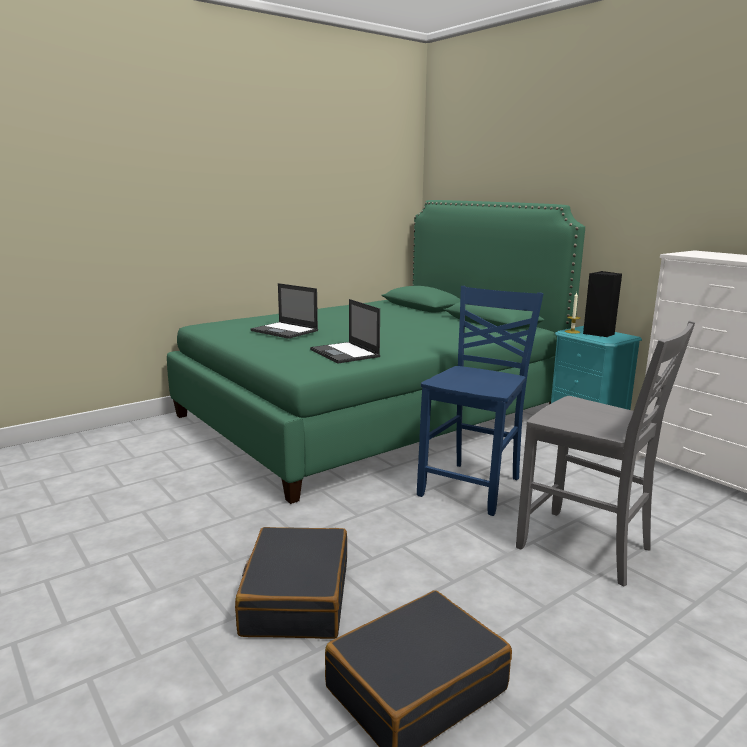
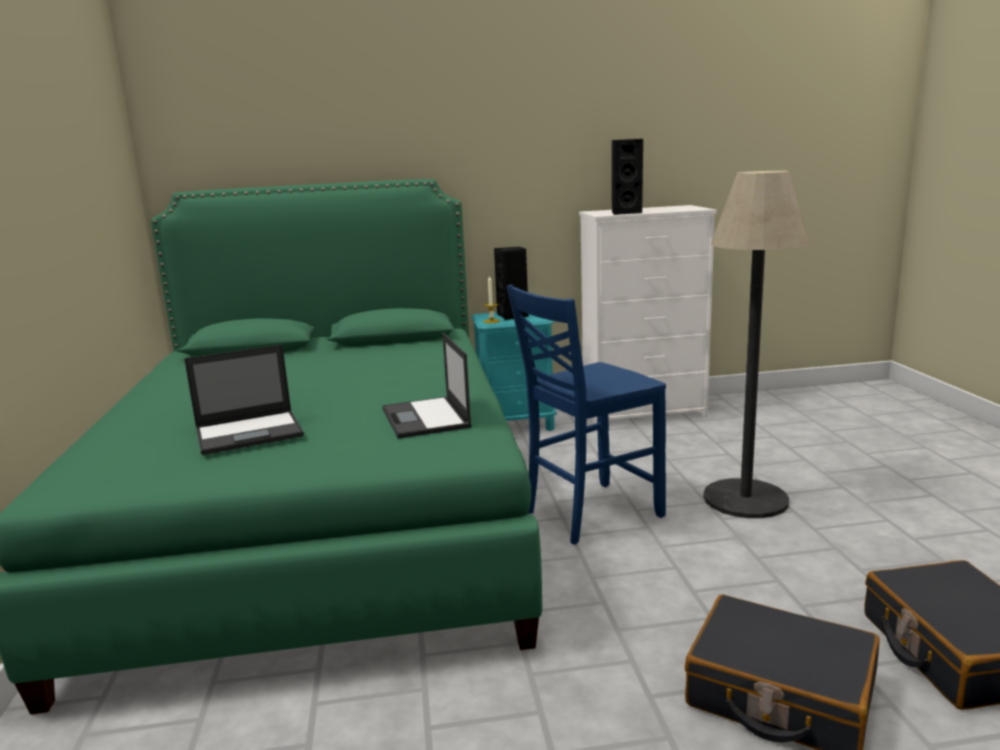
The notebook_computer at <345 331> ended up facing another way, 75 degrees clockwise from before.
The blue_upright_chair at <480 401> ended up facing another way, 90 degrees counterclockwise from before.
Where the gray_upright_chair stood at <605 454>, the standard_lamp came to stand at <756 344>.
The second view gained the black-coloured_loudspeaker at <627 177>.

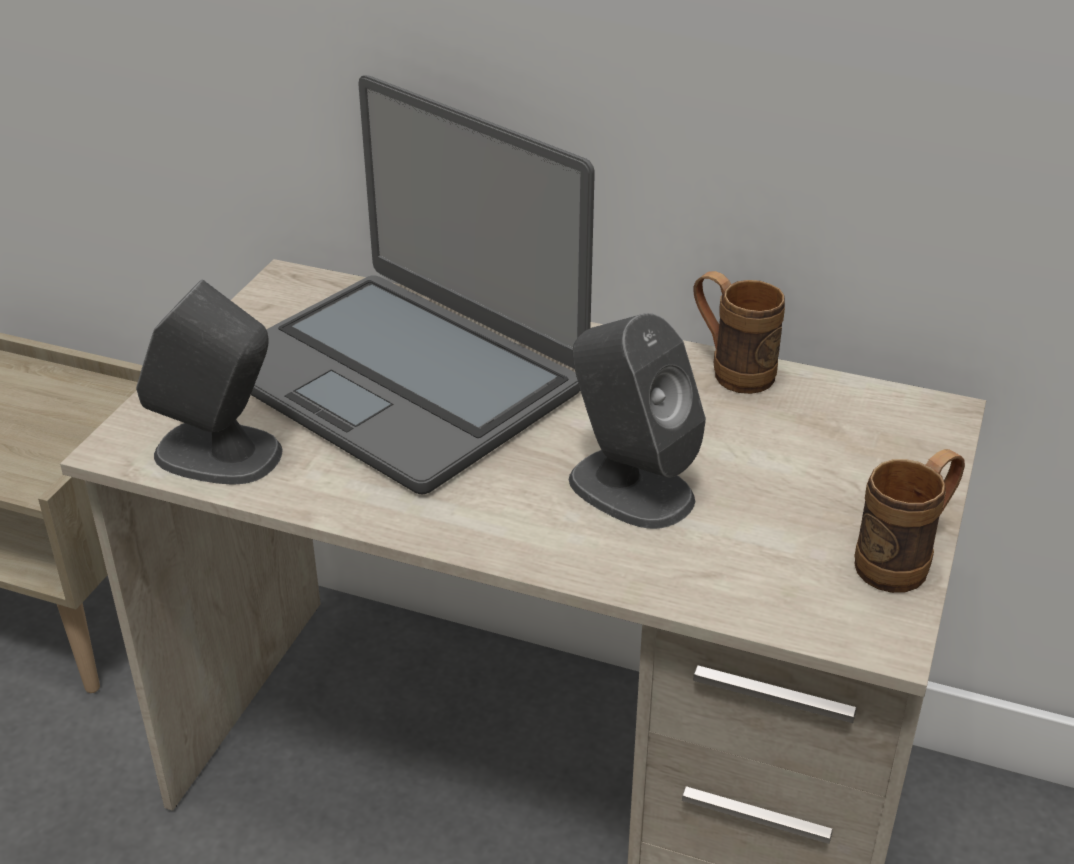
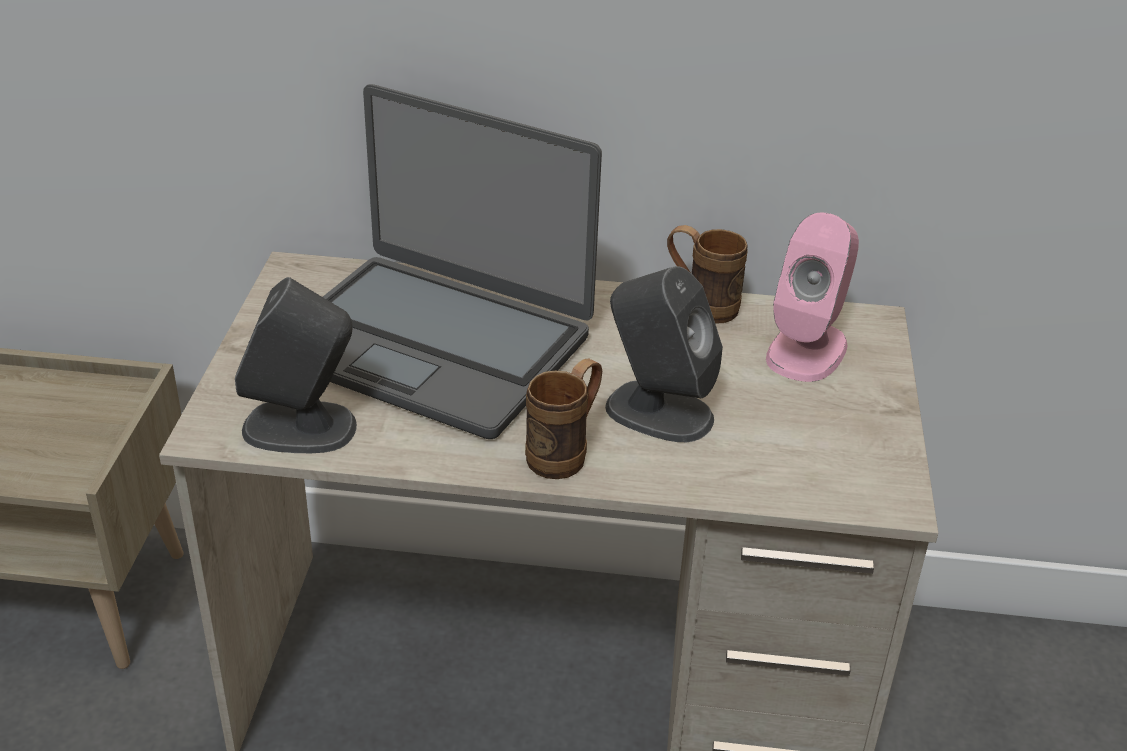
The brown-coloured_tea_mug ended up elsewhere, having gone from <909 521> to <563 419>.
The second view gained the pinkish_loudspeaker at <812 297>.

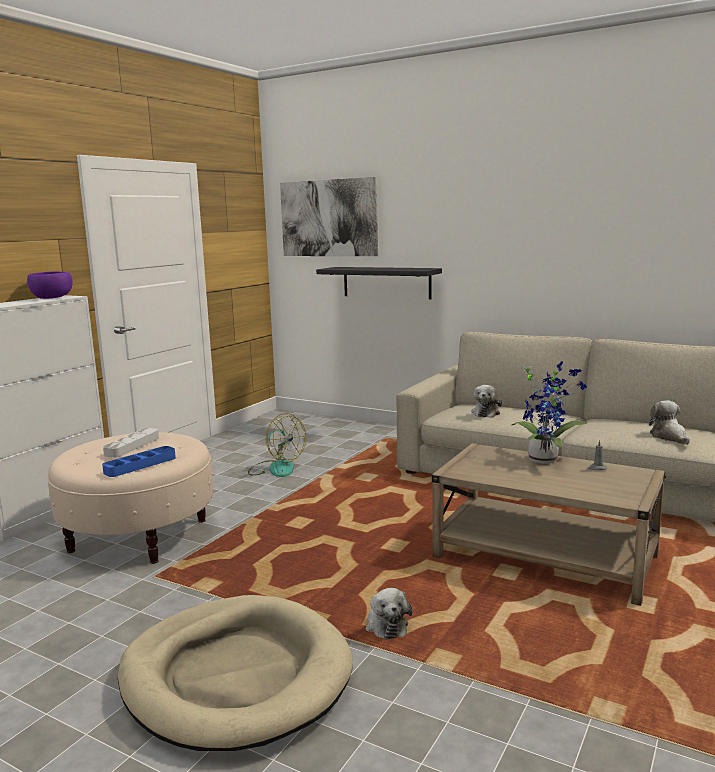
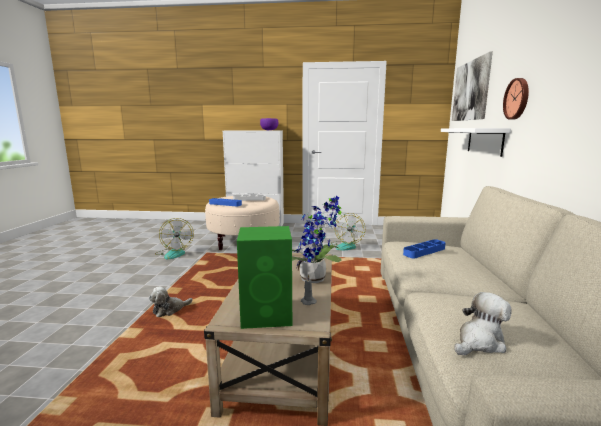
The second view lost the beige-coloured_dog_bed at <235 673>.
What was the black-coloured_wall_shelf at <379 283> turned into the white_wall_shelf at <476 142>.
Where the cuddly_toy stood at <487 401>, the blue_carrying_tray came to stand at <424 248>.
The second view gained the electric_fan at <174 238>.
The second view gained the green-coloured_loudspeaker at <264 277>.
The second view gained the clock_on_the_wall at <516 98>.

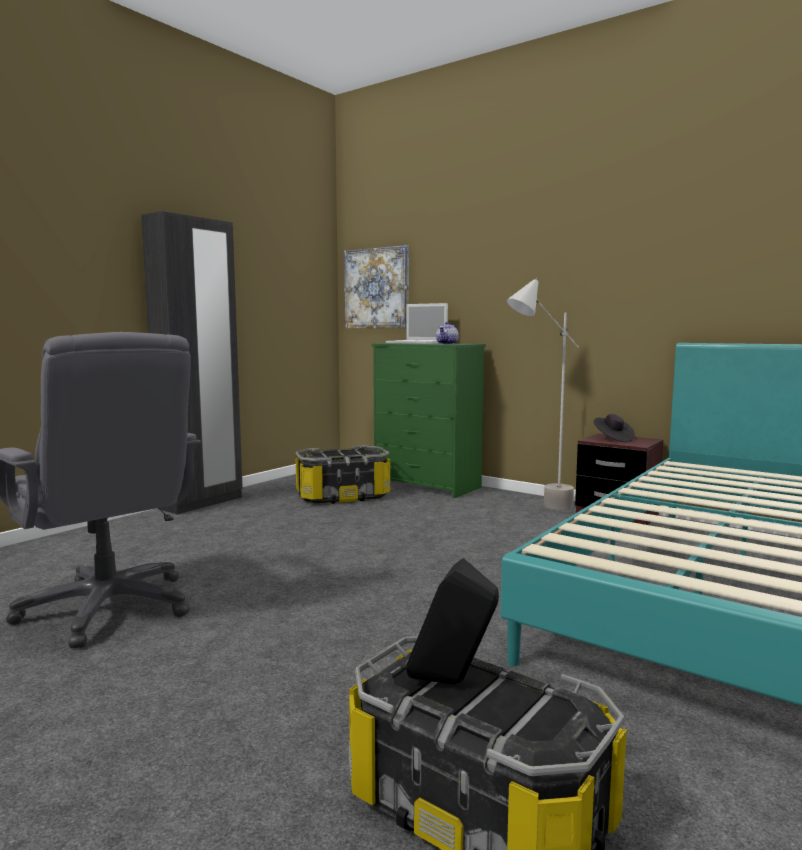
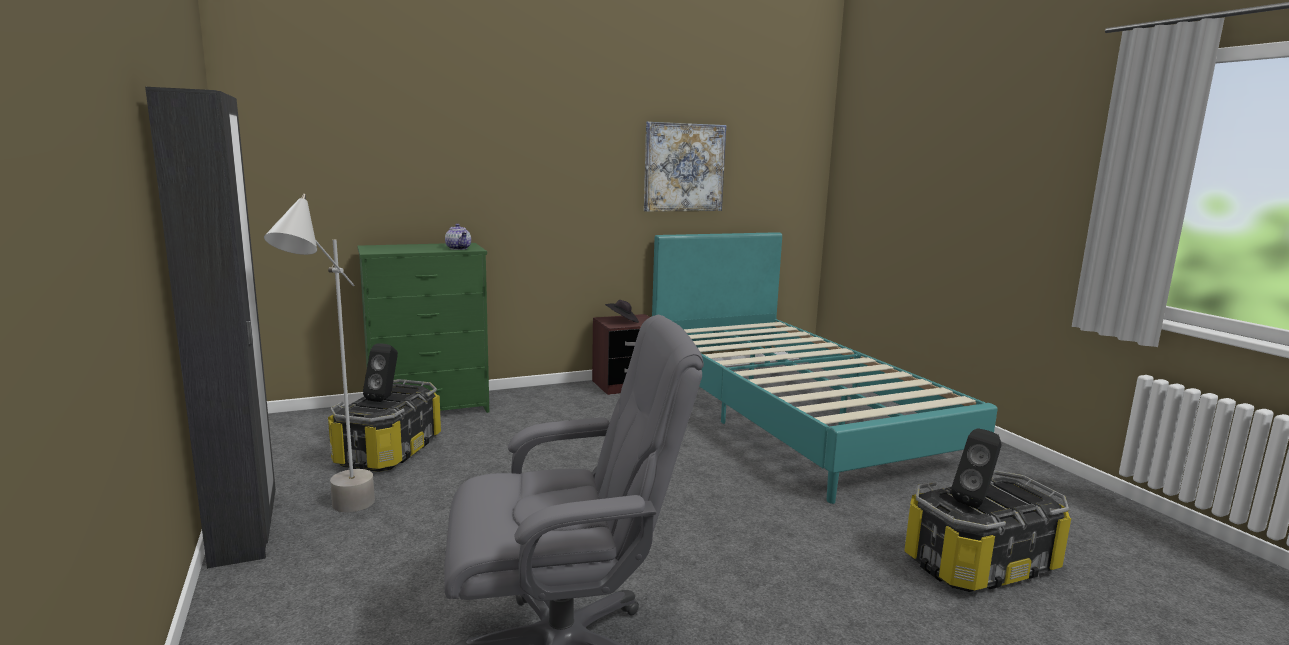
The picture ended up elsewhere, having gone from <376 286> to <685 167>.
The second view lost the notebook_computer at <417 323>.
The gray_standard_lamp ended up elsewhere, having gone from <542 393> to <319 353>.
The second view gained the black-coloured_loudspeaker at <380 373>.

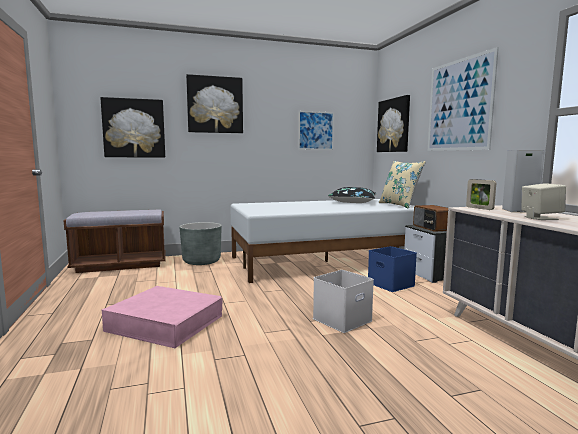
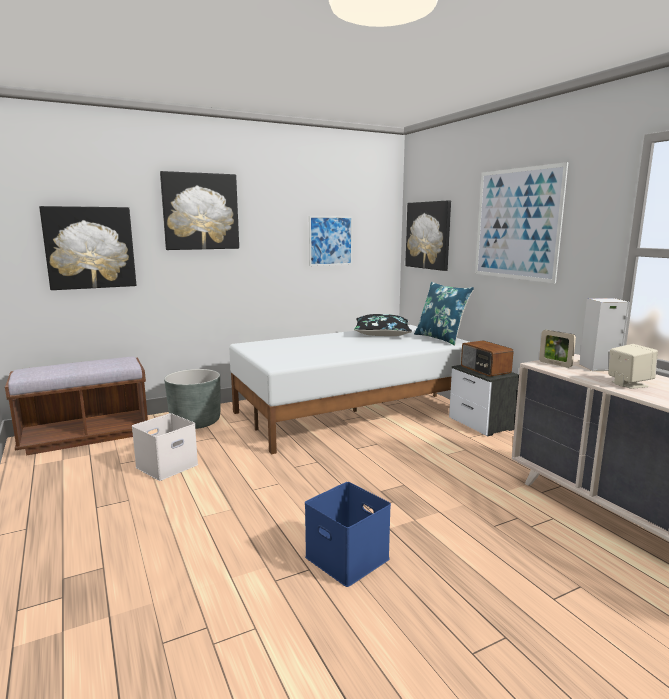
The second view lost the pinkish_storage_container at <162 317>.
The white_storage_container ended up elsewhere, having gone from <343 301> to <165 447>.
The blue_storage_container ended up elsewhere, having gone from <392 269> to <348 534>.
What was the beige-coloured_cushion at <402 185> turned into the blue_cushion at <444 313>.

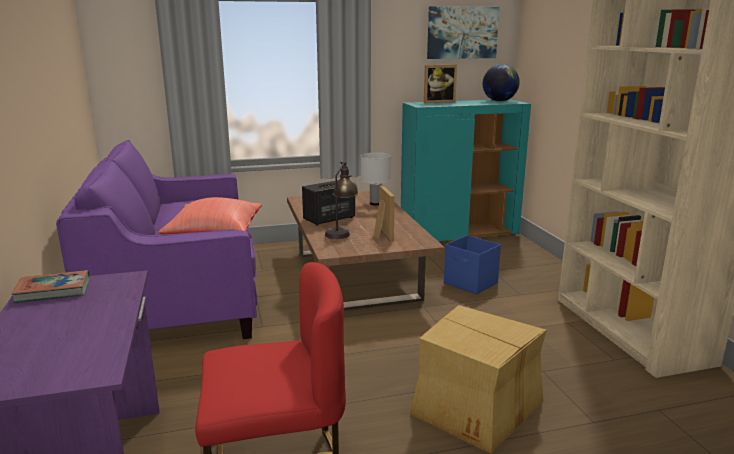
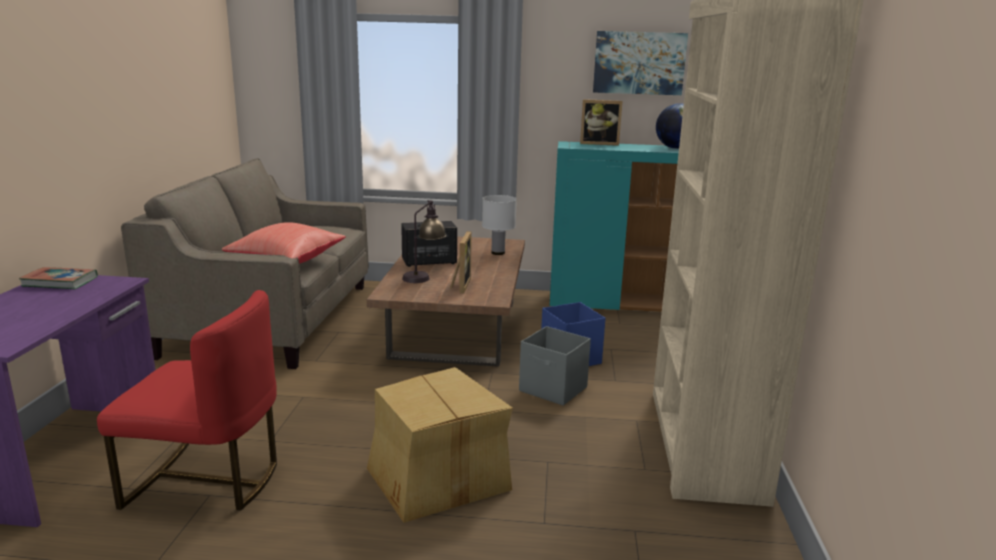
What was the purple_settee at <156 239> turned into the beige-coloured_settee at <245 263>.
The second view gained the gray_storage_container at <555 366>.

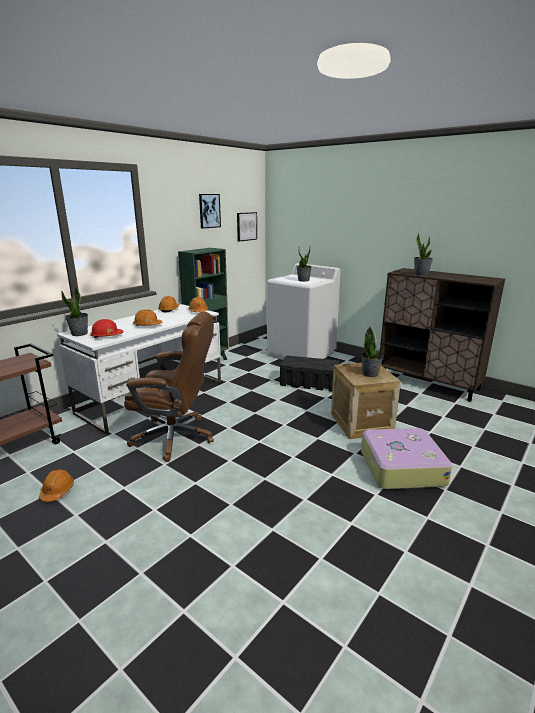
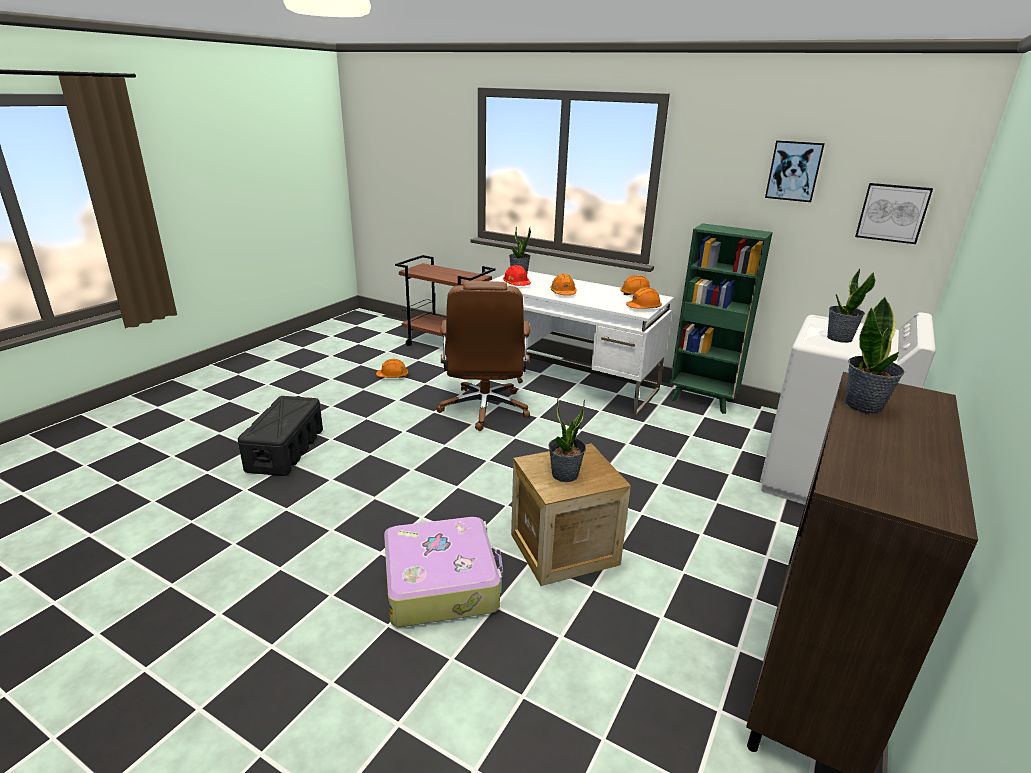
The black-coloured_storage_container ended up elsewhere, having gone from <309 373> to <280 436>.

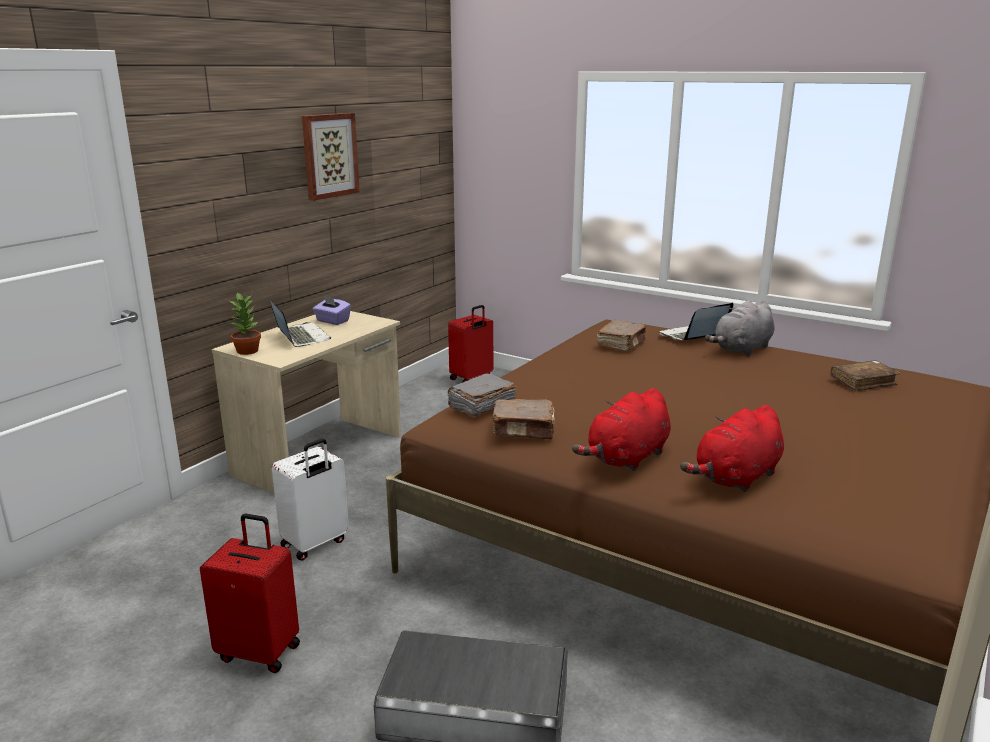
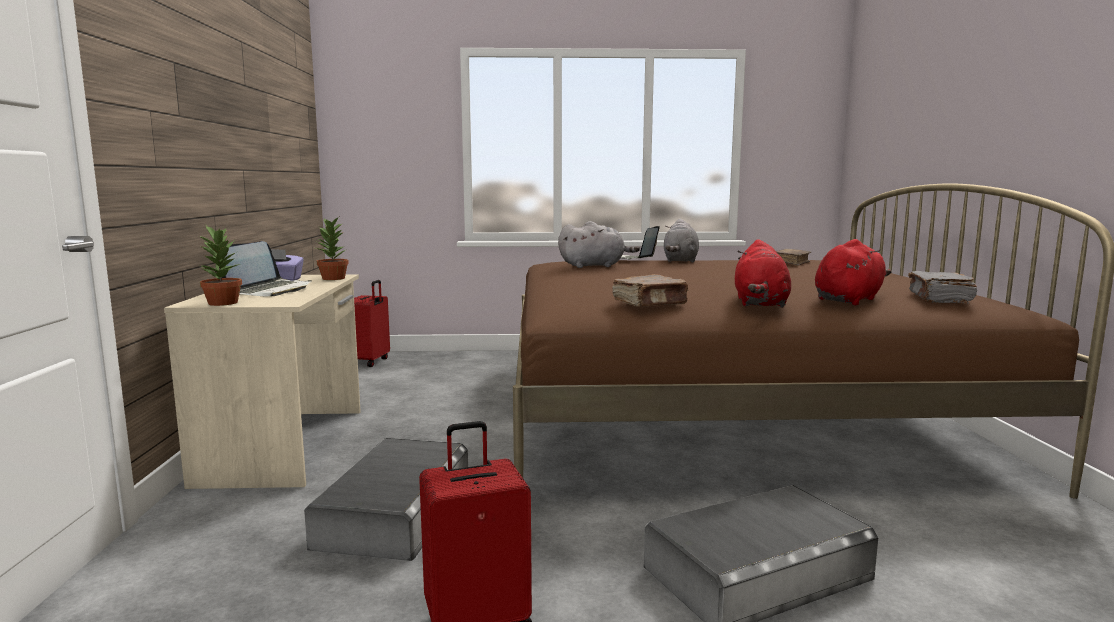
The notebook_computer at <300 323> ended up facing another way, 90 degrees clockwise from before.
Where the white_travel_case stood at <310 500>, the gray_storage_container came to stand at <386 499>.
The second view lost the picture at <331 157>.
The gray_volume ended up elsewhere, having gone from <481 395> to <943 287>.
Where the brown-coloured_volume stood at <621 335>, the gray_cuddly_toy came to stand at <599 244>.
The red-coloured_cuddly_toy at <732 448> ended up facing another way, 150 degrees counterclockwise from before.
The second view gained the houseplant at <332 248>.

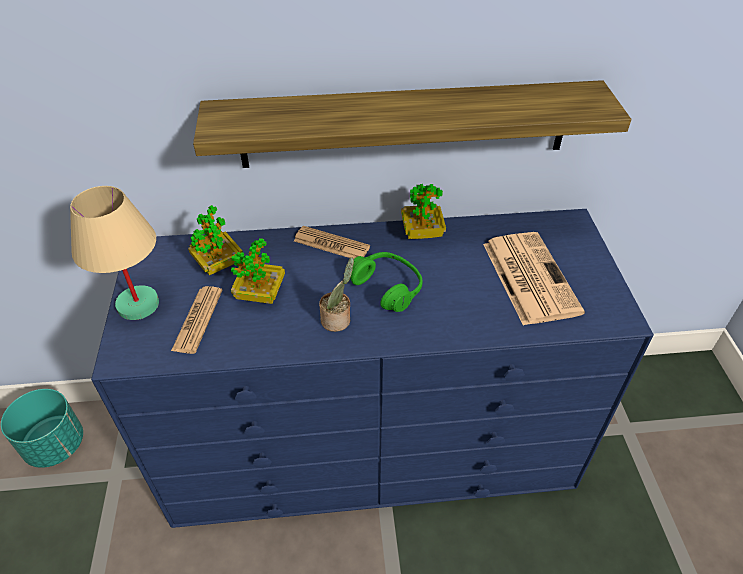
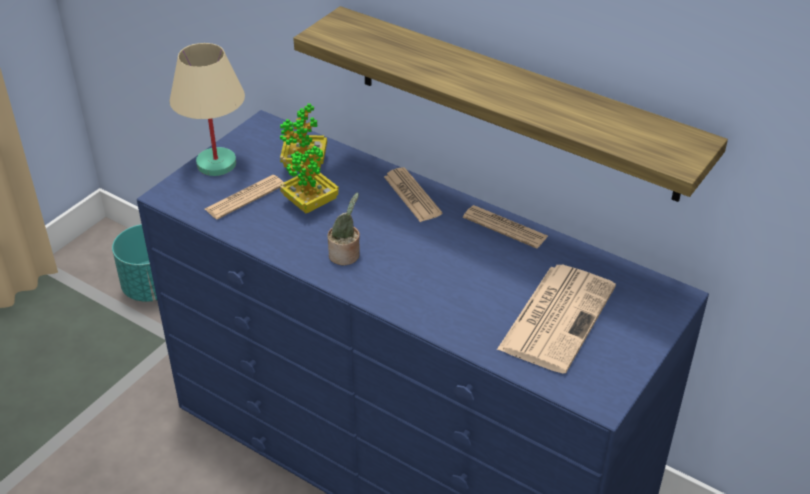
The second view lost the green-coloured_headphones at <387 282>.
Where the houseplant stood at <423 211>, the daily_paper came to stand at <505 226>.

